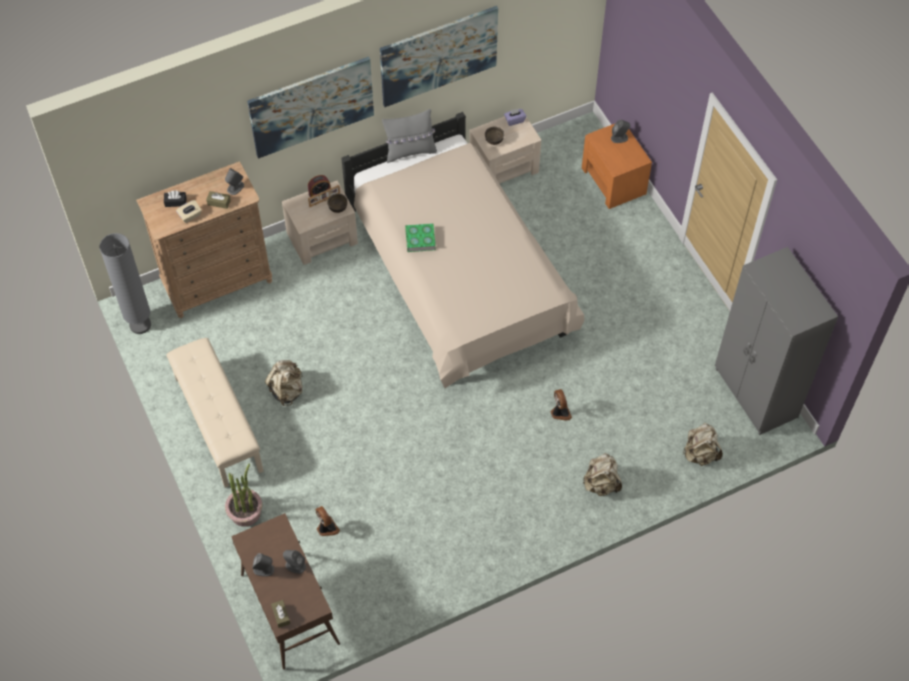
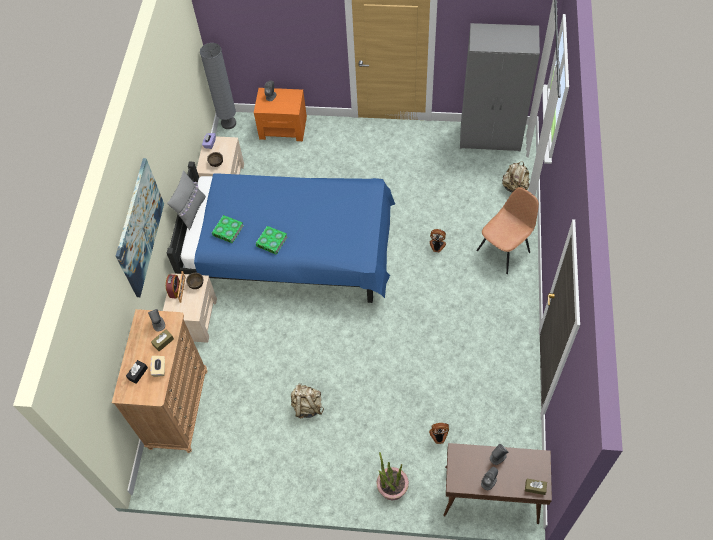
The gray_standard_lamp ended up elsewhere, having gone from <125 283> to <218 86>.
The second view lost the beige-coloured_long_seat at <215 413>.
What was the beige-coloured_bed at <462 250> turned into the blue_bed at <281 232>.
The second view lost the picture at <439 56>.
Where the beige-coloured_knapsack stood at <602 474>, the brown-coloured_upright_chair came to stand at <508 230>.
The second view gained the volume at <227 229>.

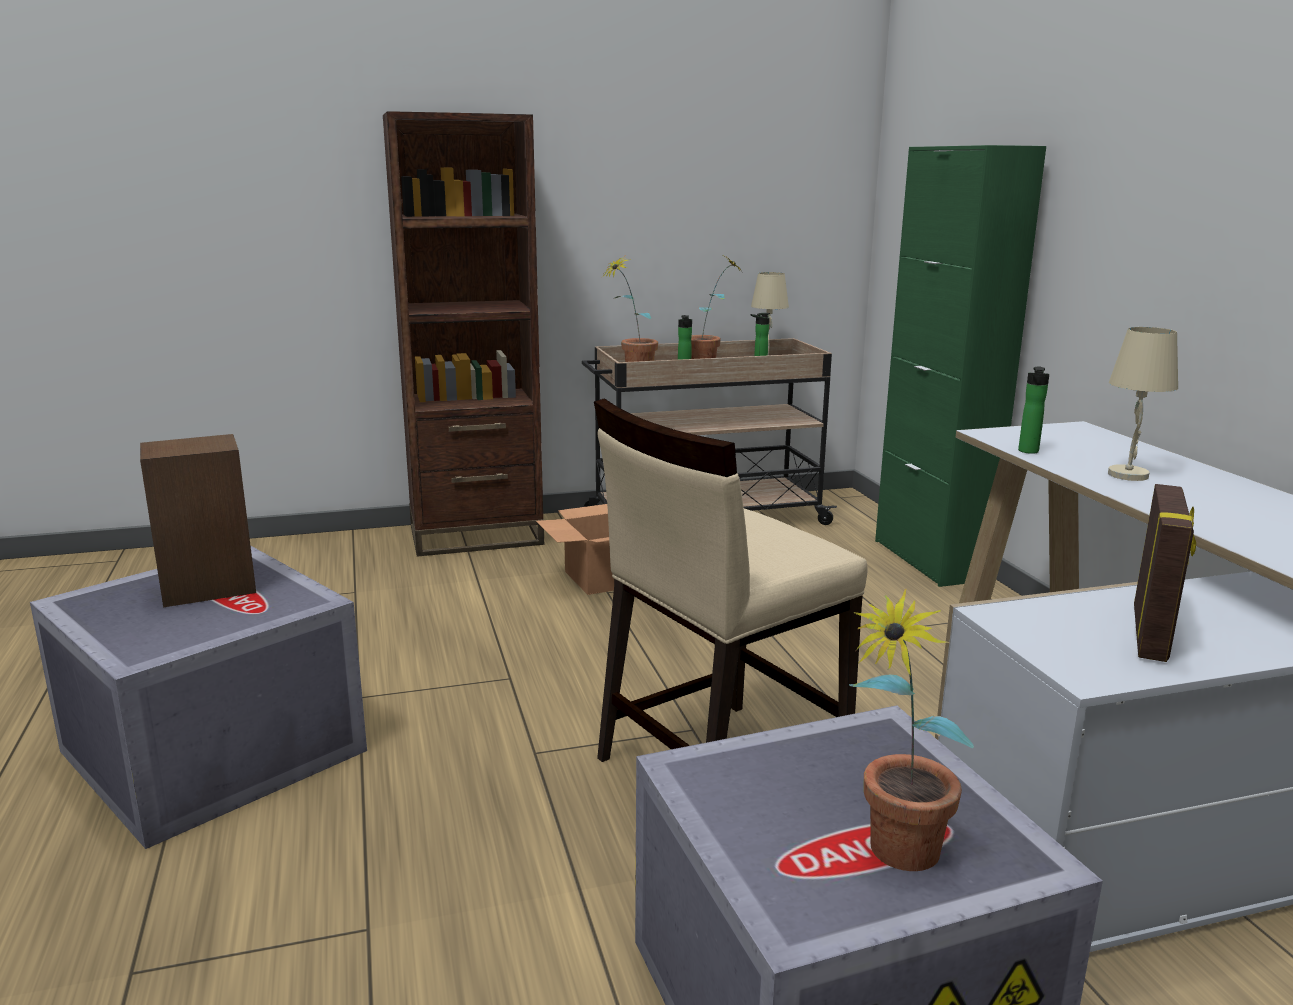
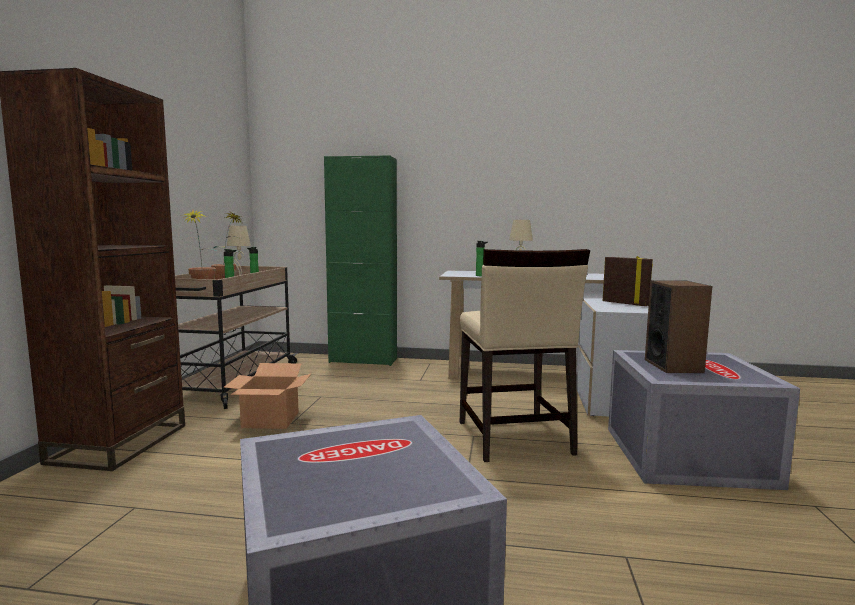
The loudspeaker ended up elsewhere, having gone from <198 520> to <678 326>.
The second view lost the houseplant at <911 730>.

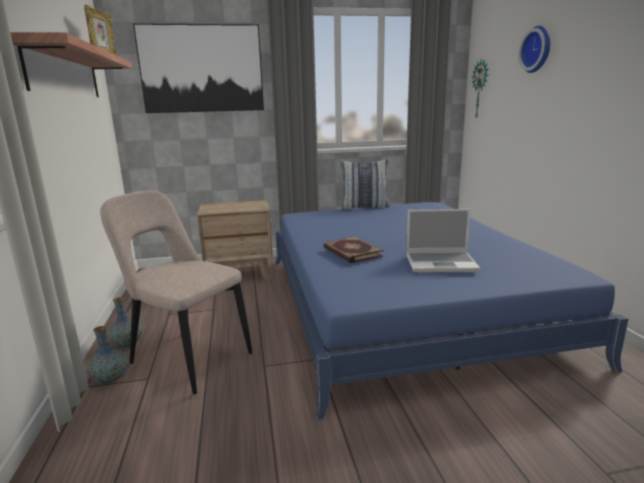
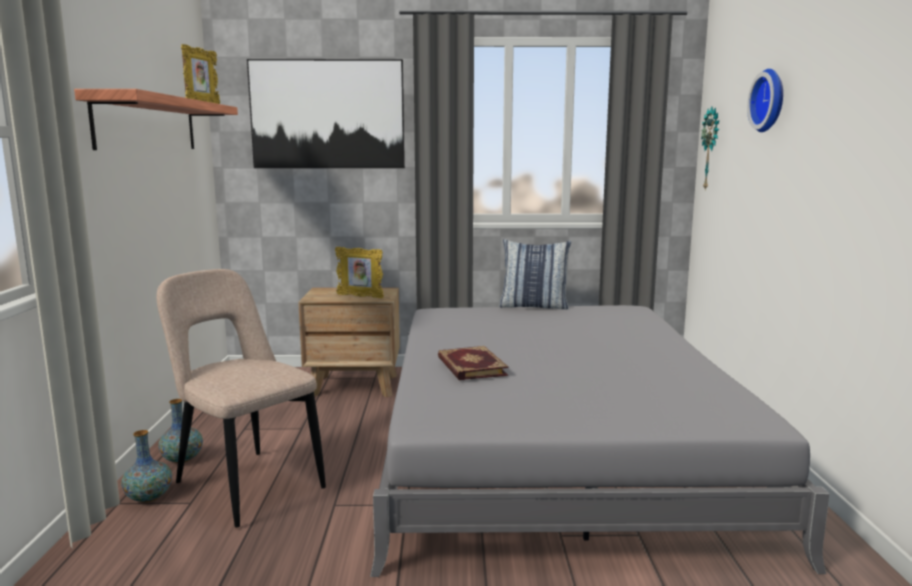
What was the blue_bed at <452 311> turned into the gray_bed at <600 441>.
The second view lost the notebook_computer at <443 240>.
The second view gained the picture_frame at <359 272>.

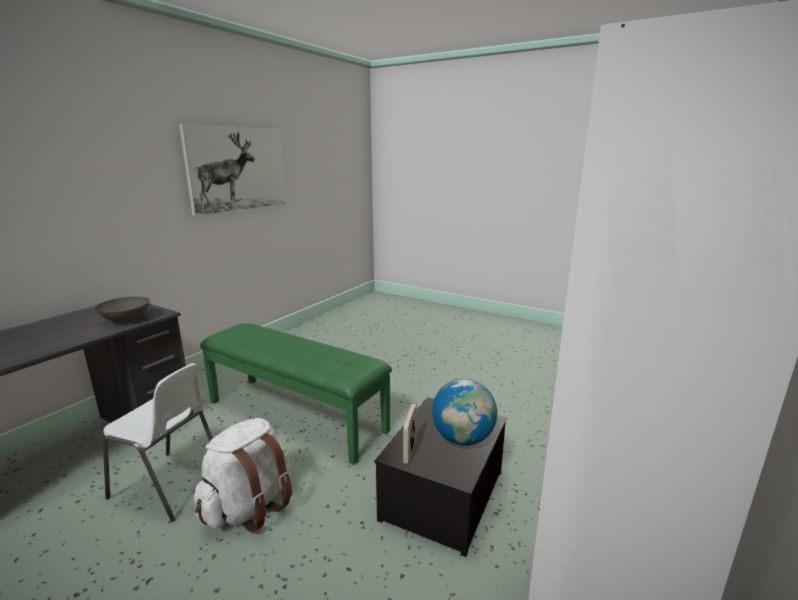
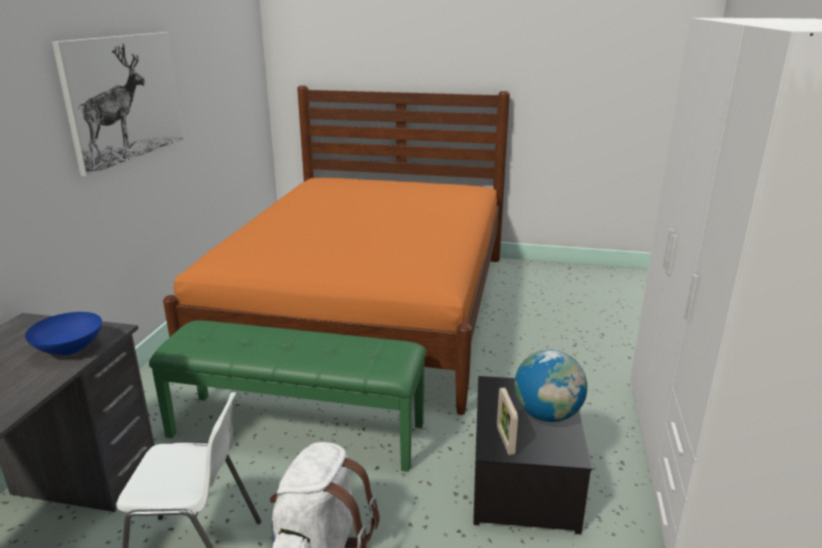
What was the gray_serving_bowl at <122 309> turned into the blue_serving_bowl at <63 333>.
The second view gained the orange-coloured_bed at <336 250>.

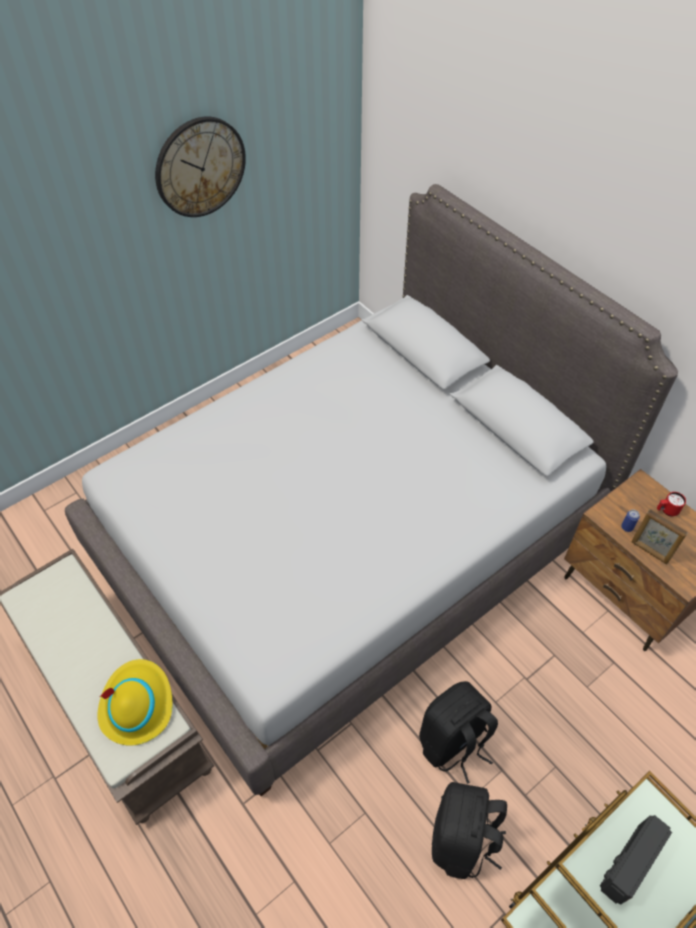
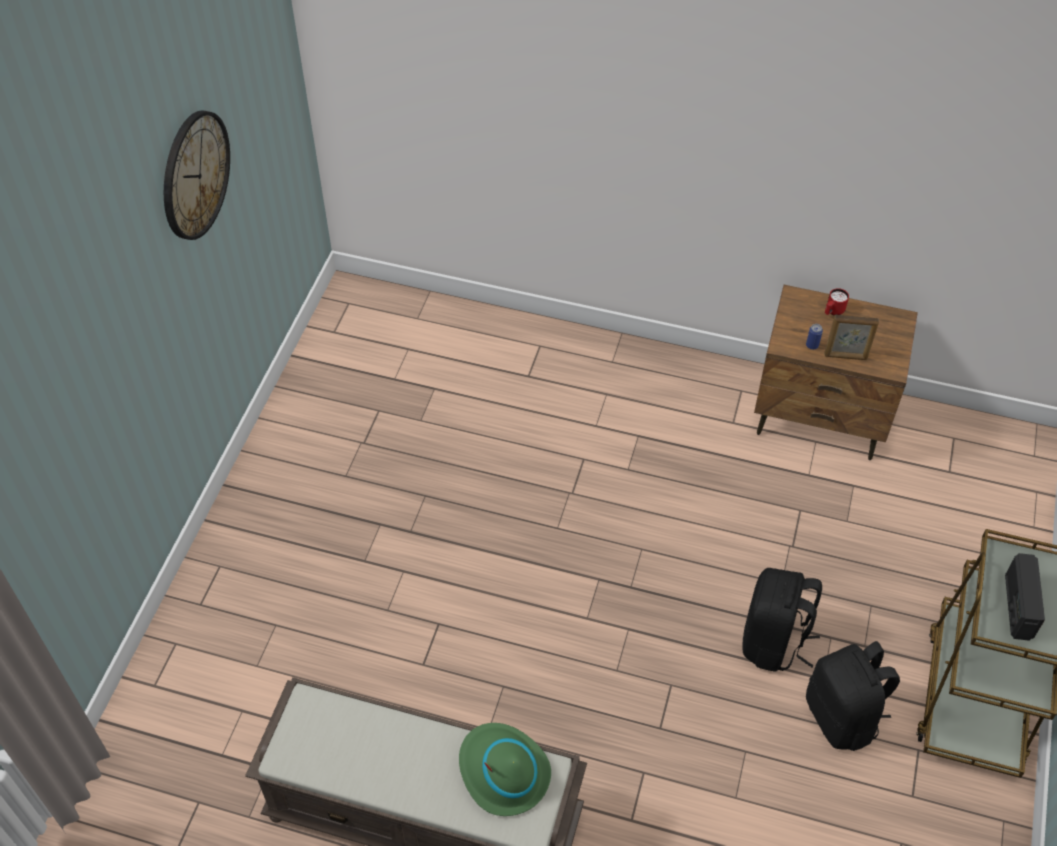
The second view lost the gray_bed at <371 490>.
What was the yellowish_wearable_hat at <135 702> turned into the green-coloured_wearable_hat at <505 769>.

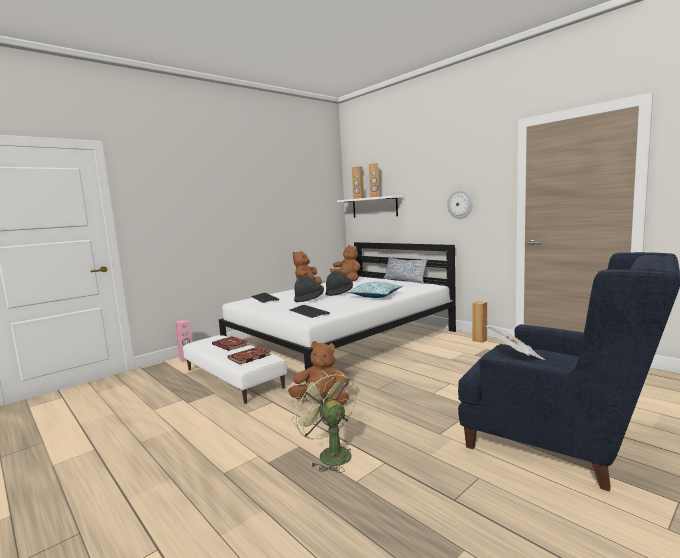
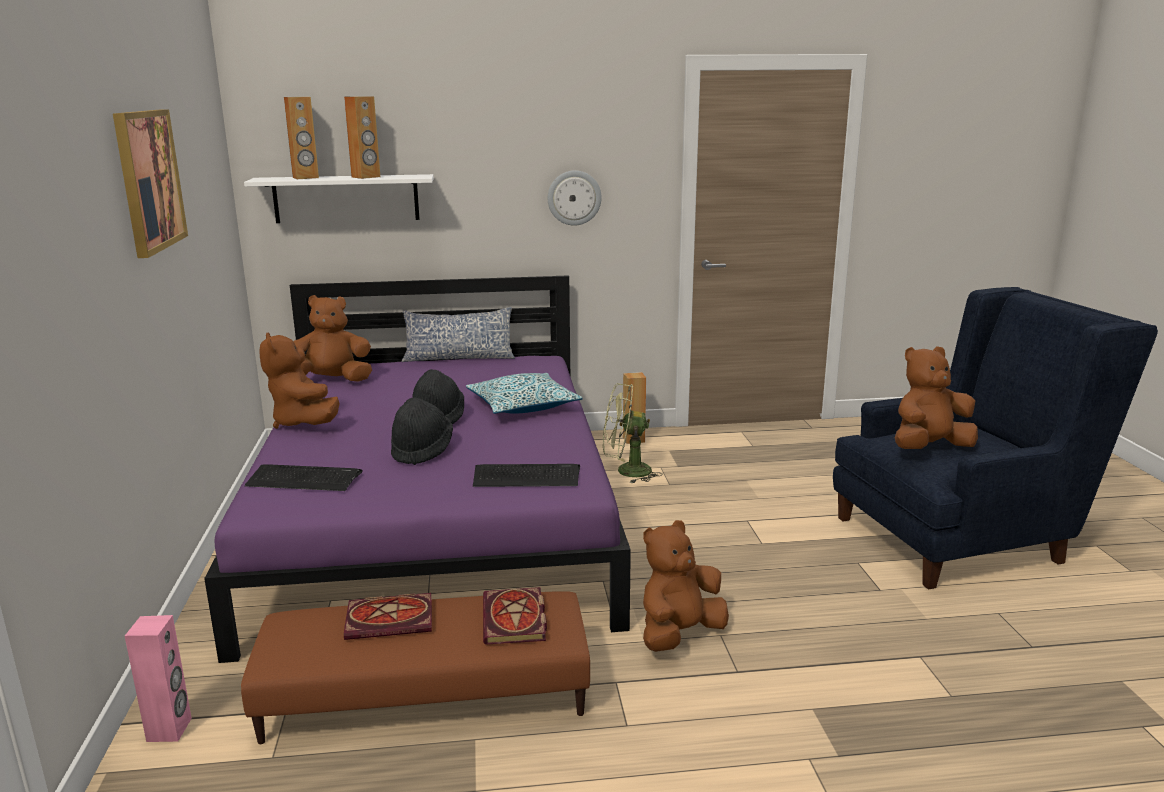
What was the white_footrest at <235 369> turned into the brown-coloured_footrest at <415 667>.
What was the white_bed at <337 312> turned into the purple_bed at <417 469>.
The green-coloured_electric_fan ended up elsewhere, having gone from <323 422> to <632 433>.
Where the daily_paper stood at <515 343>, the brown-coloured_cuddly_toy came to stand at <936 397>.
The second view gained the picture at <150 183>.

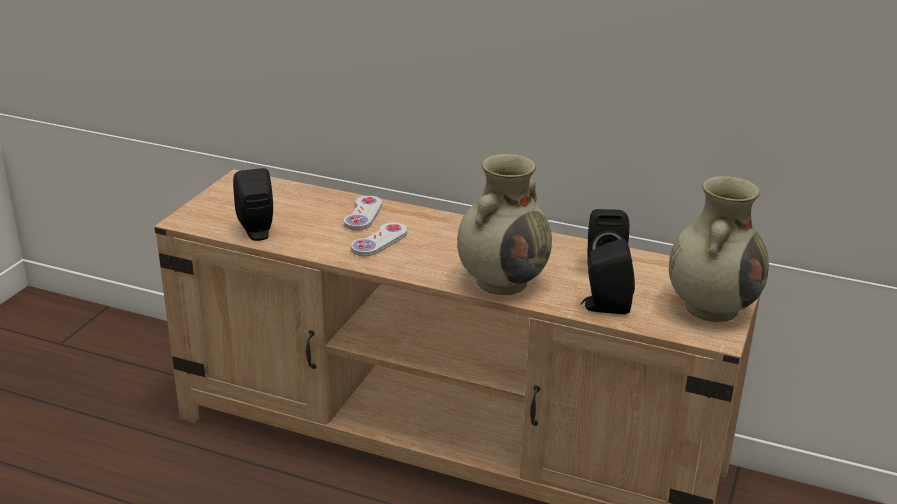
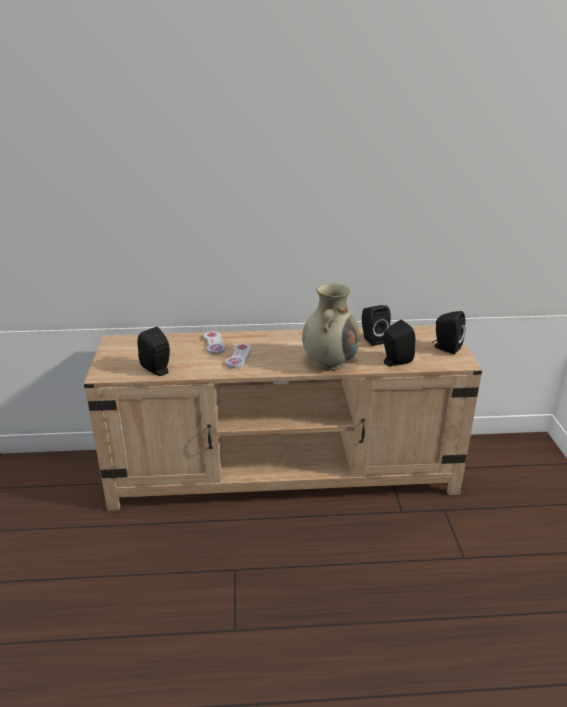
Where the beige-coloured_flower_vase stood at <719 249>, the black-coloured_loudspeaker came to stand at <449 332>.

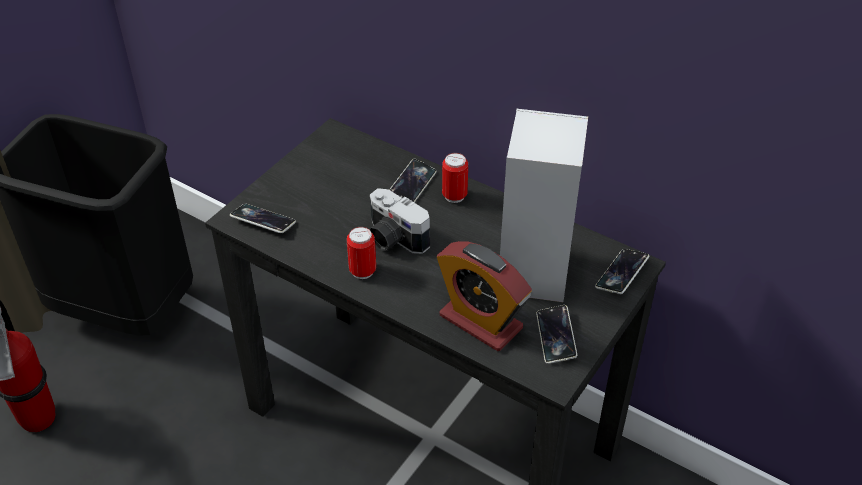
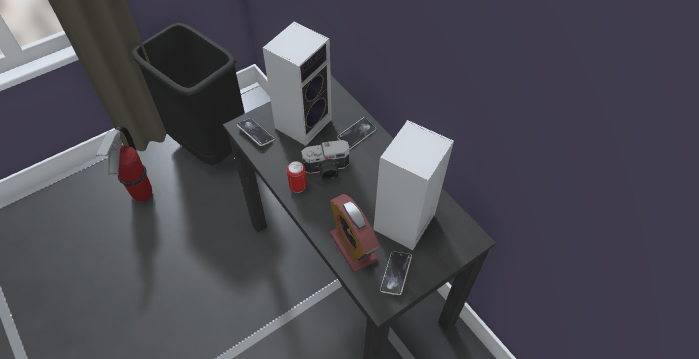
The still_camera at <400 221> ended up facing another way, 75 degrees counterclockwise from before.
The second view lost the metal_can at <455 178>.
The second view lost the telephone at <622 271>.
The second view gained the loudspeaker at <297 84>.

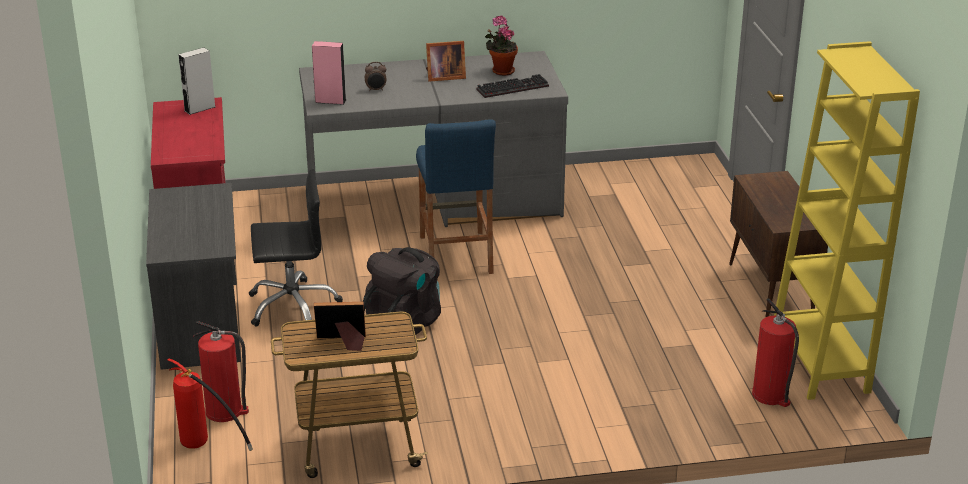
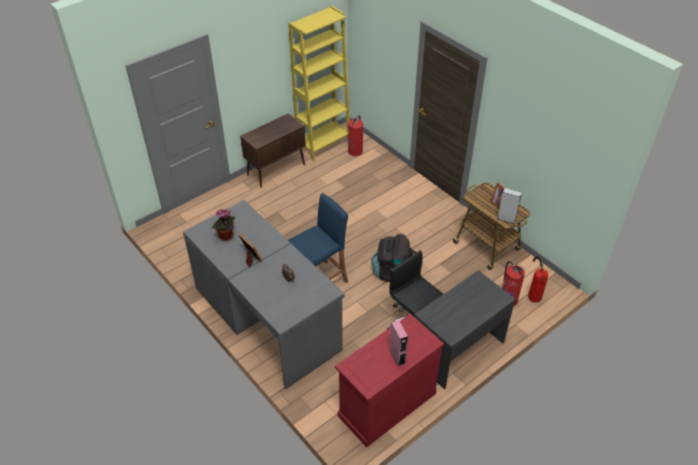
The gray_loudspeaker ended up elsewhere, having gone from <196 81> to <509 206>.
The pinkish_loudspeaker ended up elsewhere, having gone from <329 73> to <398 343>.
The second view lost the computer_keyboard at <512 86>.

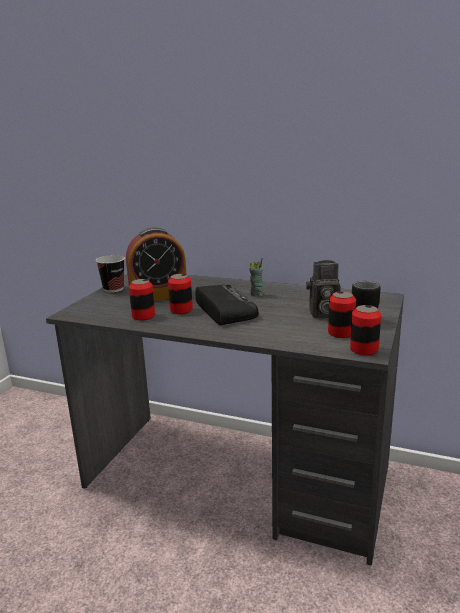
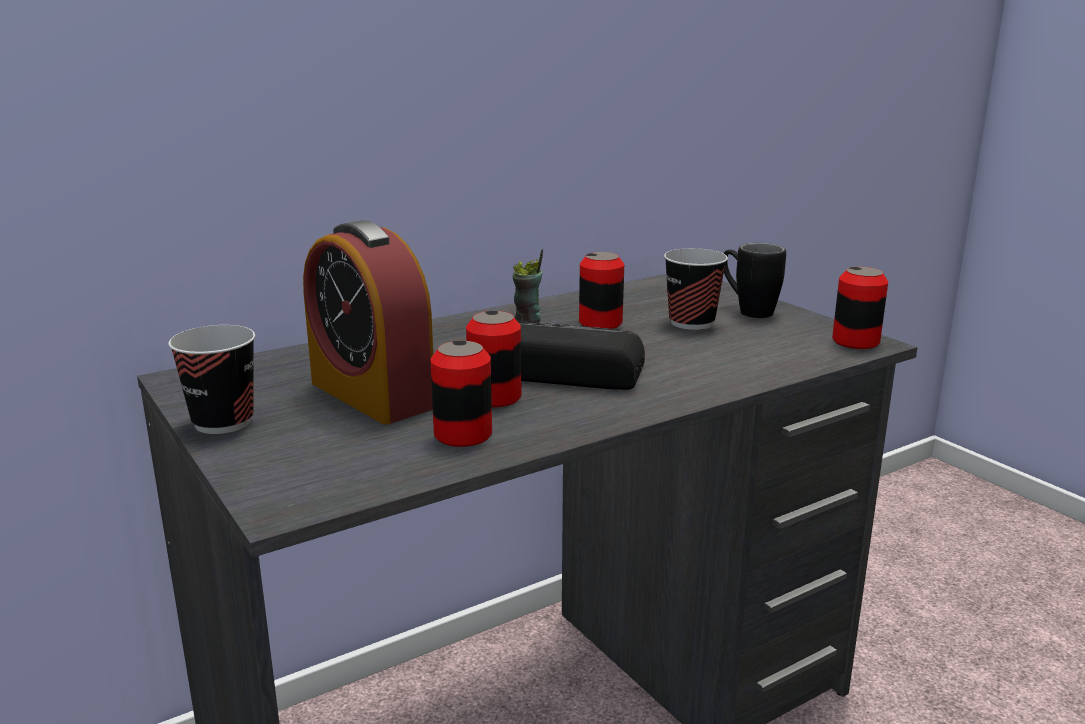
The bedside_clock at <156 264> ended up facing another way, 120 degrees clockwise from before.
Where the still_camera stood at <323 289>, the drinking_cup came to stand at <696 289>.
The metal_can ended up elsewhere, having gone from <342 314> to <601 290>.

